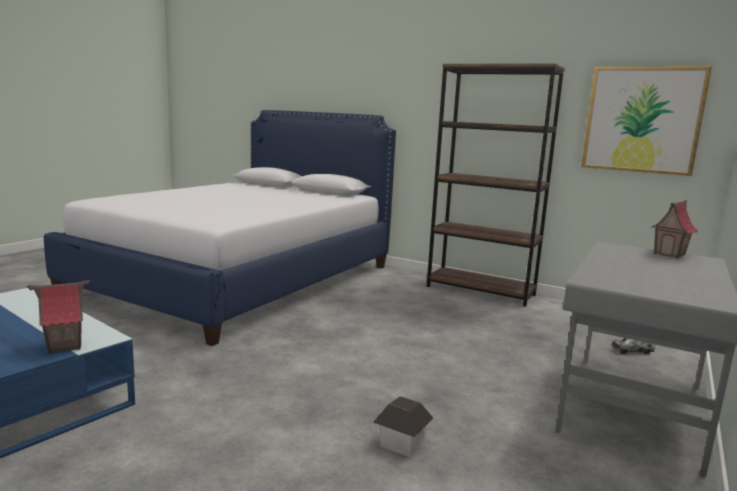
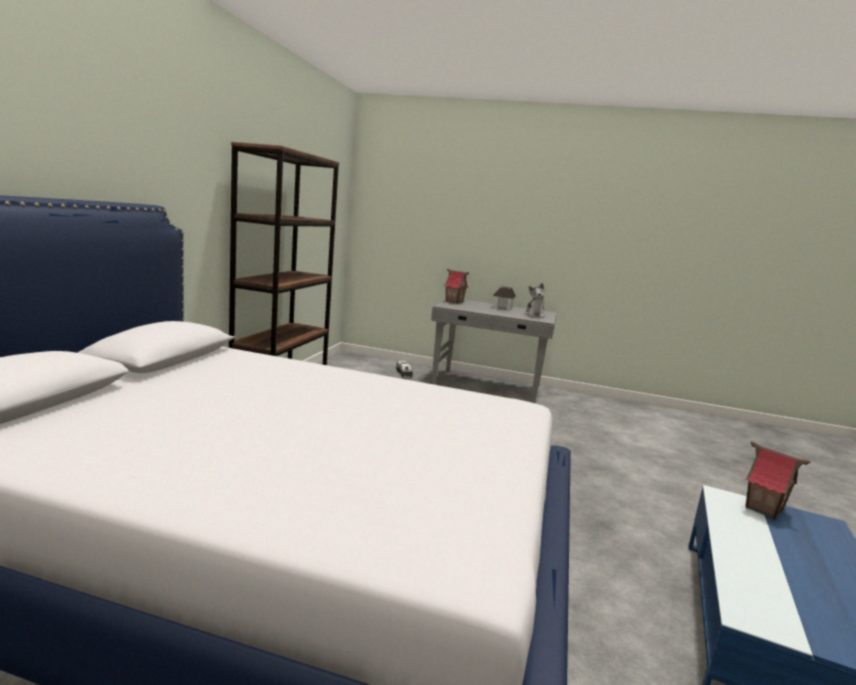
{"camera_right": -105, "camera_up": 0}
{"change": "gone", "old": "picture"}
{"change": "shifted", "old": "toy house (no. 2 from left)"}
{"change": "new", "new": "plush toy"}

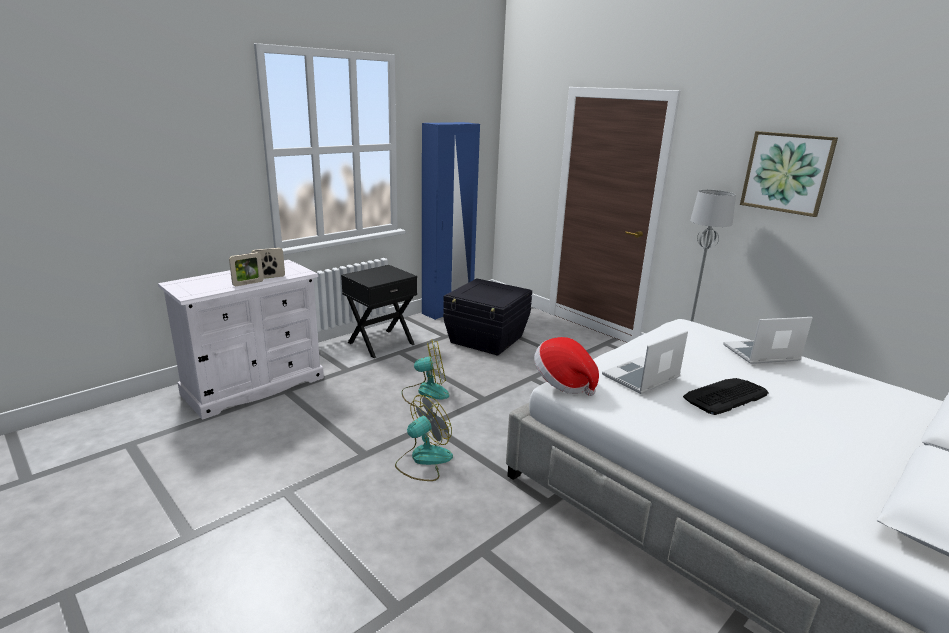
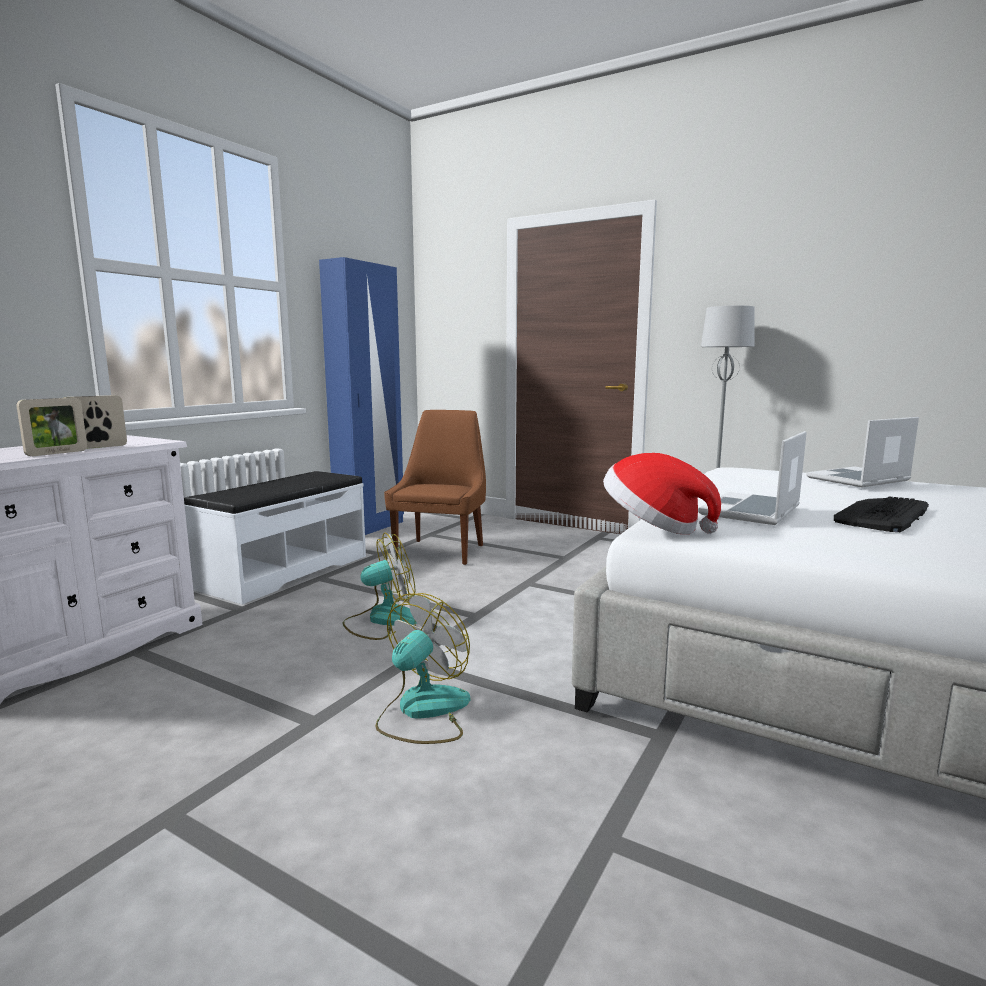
{"camera_right": -15, "camera_up": -10}
{"change": "gone", "old": "picture"}
{"change": "swapped", "old": "nightstand/black", "new": "bench/white"}
{"change": "swapped", "old": "storage box/black", "new": "chair/brown"}

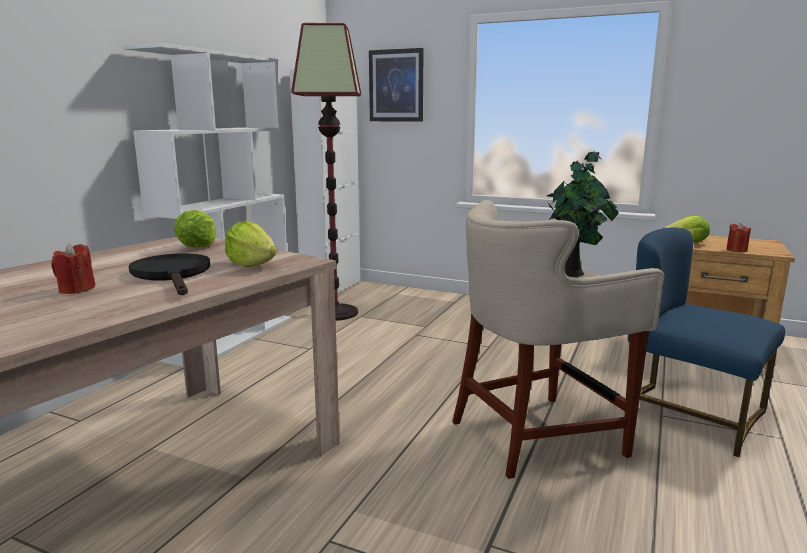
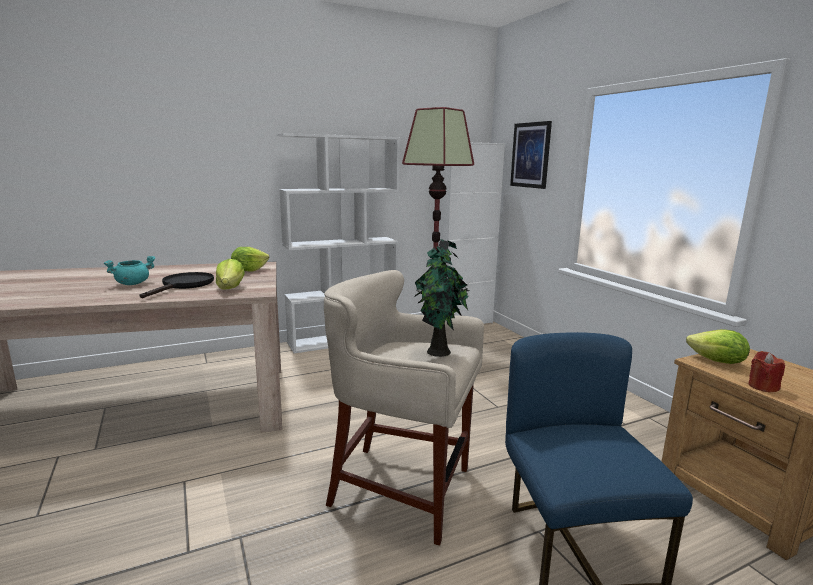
{"camera_right": 40, "camera_up": 0}
{"change": "swapped", "old": "candle/red (no. 1 from left)", "new": "cooking pot/turquoise"}

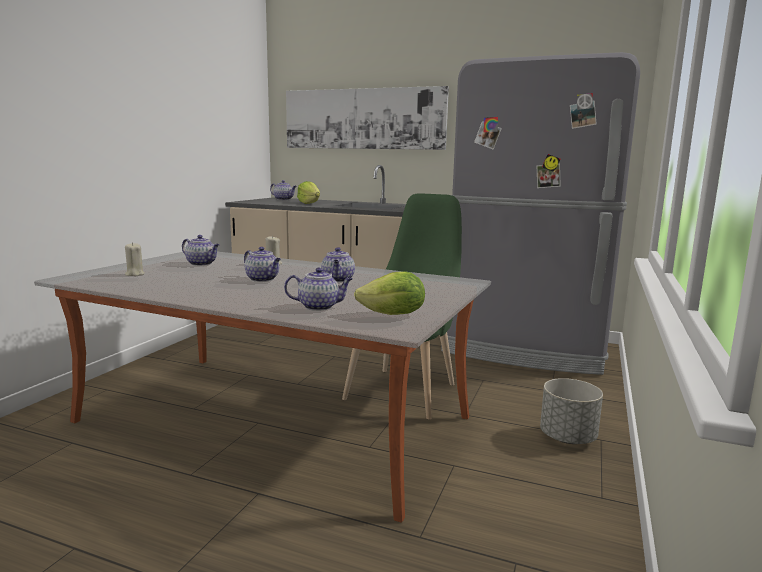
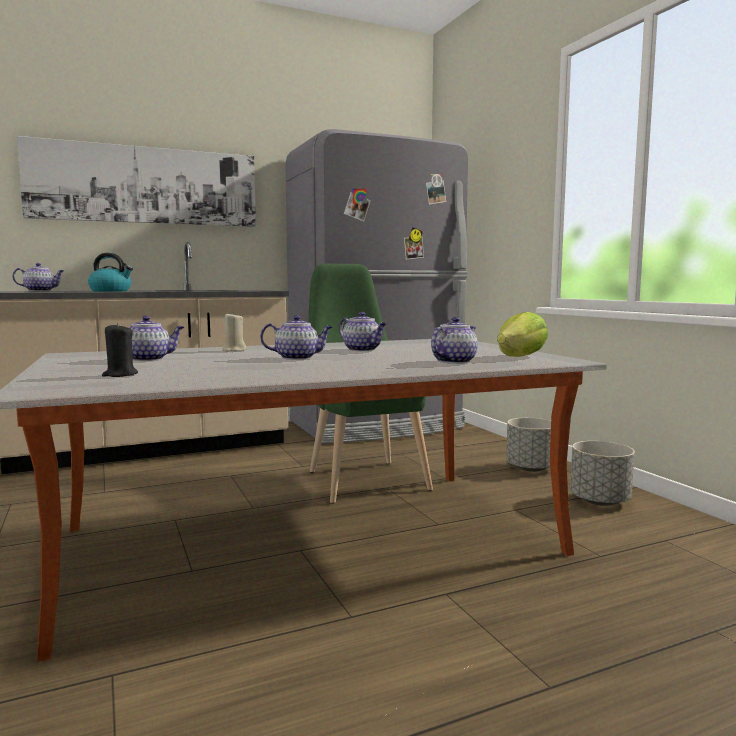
{"camera_right": -45, "camera_up": -5}
{"change": "swapped", "old": "lettuce (no. 1 from left)", "new": "kettle"}
{"change": "repainted", "old": "candle/beige (no. 1 from left)", "new": "candle/black"}
{"change": "new", "new": "planter/grey (no. 2 from left)"}

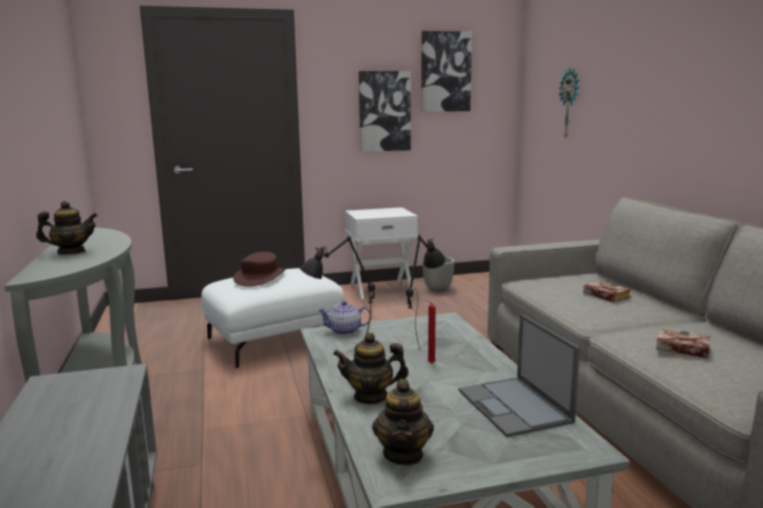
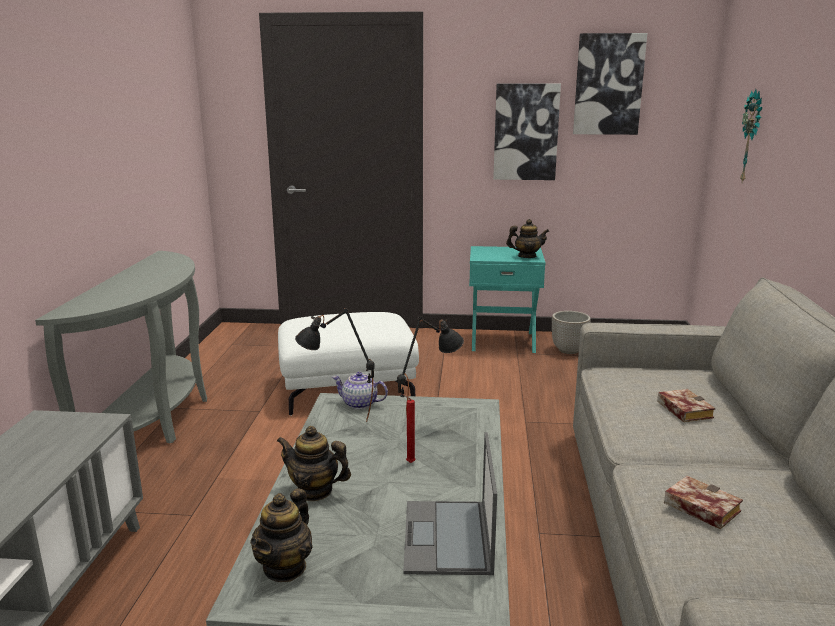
{"camera_right": 20, "camera_up": 5}
{"change": "shifted", "old": "teapot (no. 1 from left in the first image)", "new": "teapot (no. 4 from left)"}
{"change": "repainted", "old": "nightstand/white", "new": "nightstand/turquoise"}
{"change": "gone", "old": "hat/brown"}

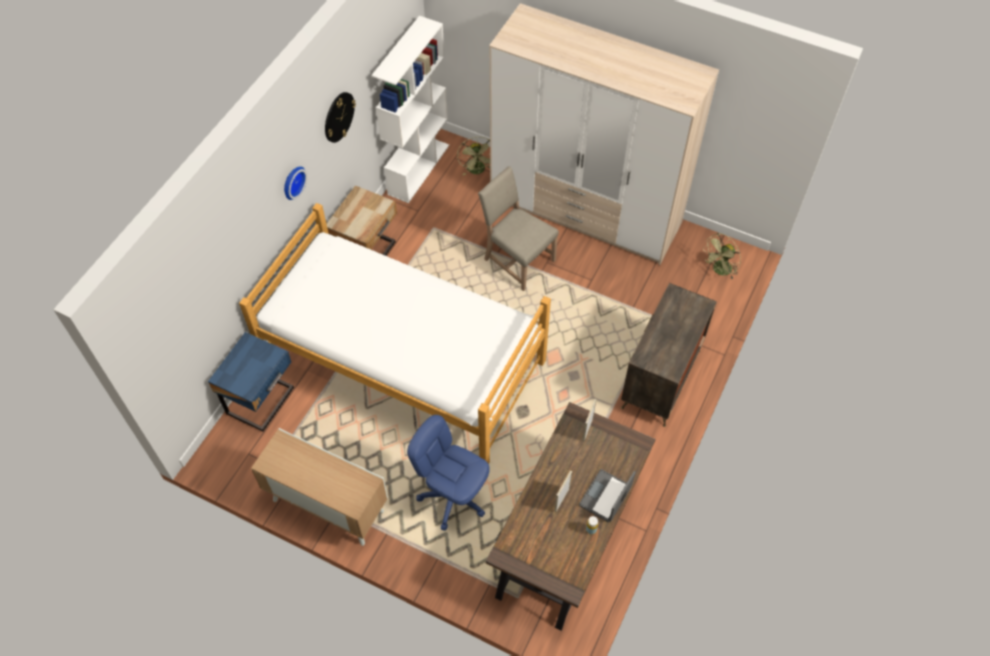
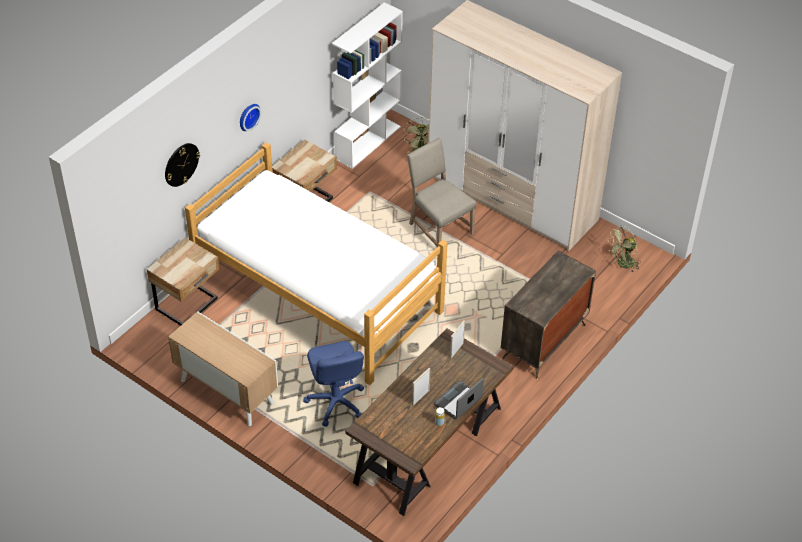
{"camera_right": 10, "camera_up": -10}
{"change": "shifted", "old": "wall clock (no. 2 from left in the first image)", "new": "wall clock (no. 1 from left)"}
{"change": "repainted", "old": "nightstand/blue", "new": "nightstand/beige (no. 1 from left)"}
{"change": "rotated", "old": "office chair/blue", "degrees": -150}

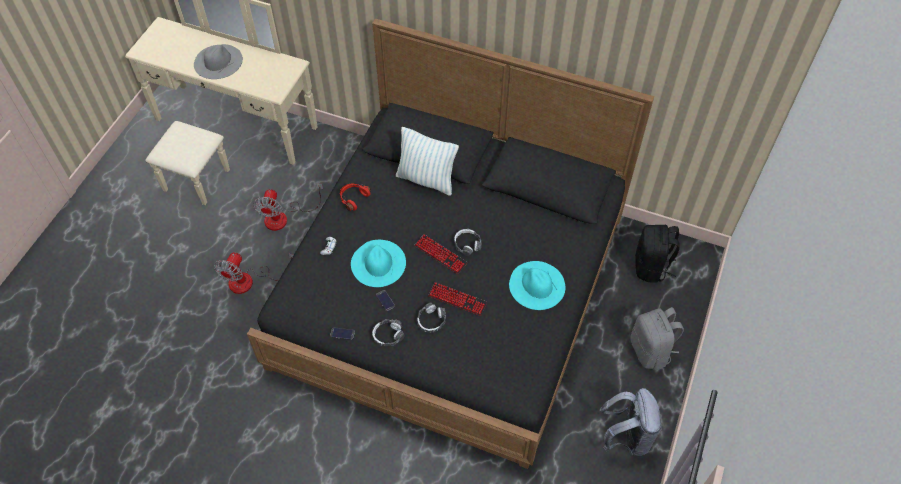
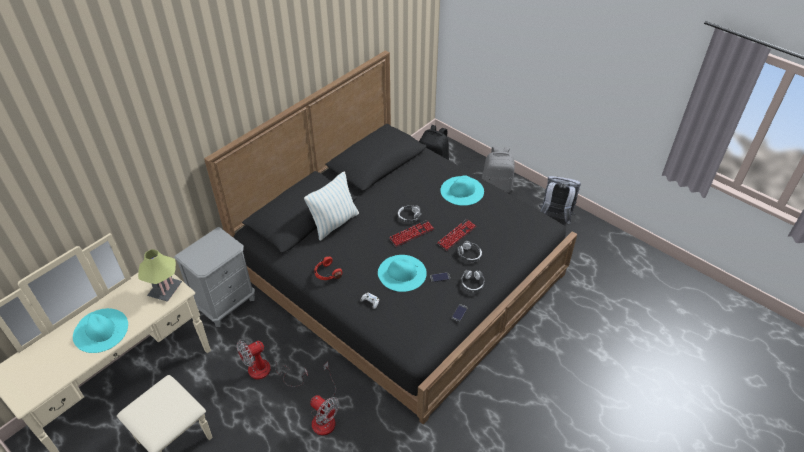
{"camera_right": -70, "camera_up": -10}
{"change": "repainted", "old": "hat/grey", "new": "hat/turquoise (no. 1 from left)"}
{"change": "rotated", "old": "fan (no. 2 from left in the first image)", "degrees": 120}
{"change": "new", "new": "nightstand/grey"}
{"change": "new", "new": "table lamp"}

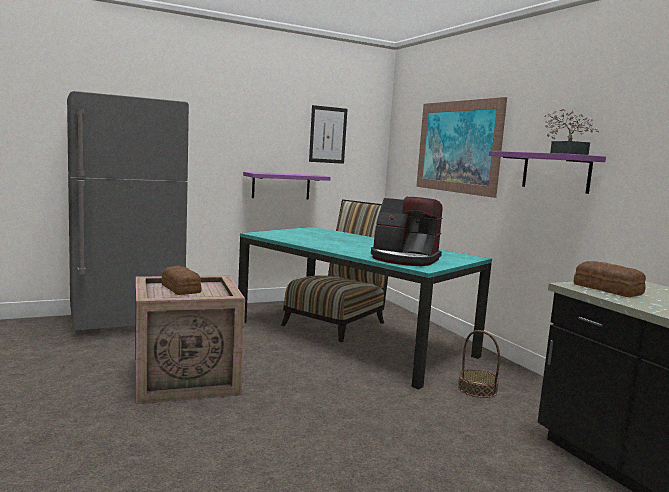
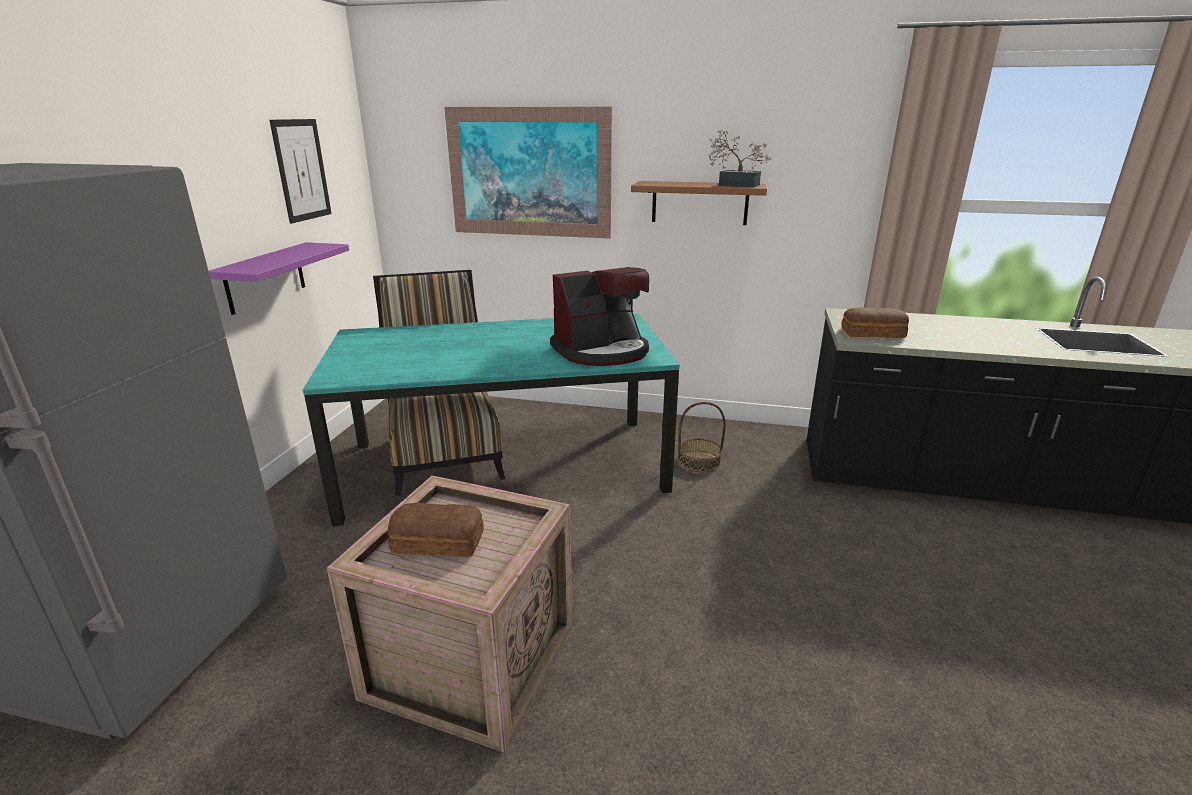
{"camera_right": -50, "camera_up": 15}
{"change": "repainted", "old": "shelf/purple (no. 2 from left)", "new": "shelf/brown"}

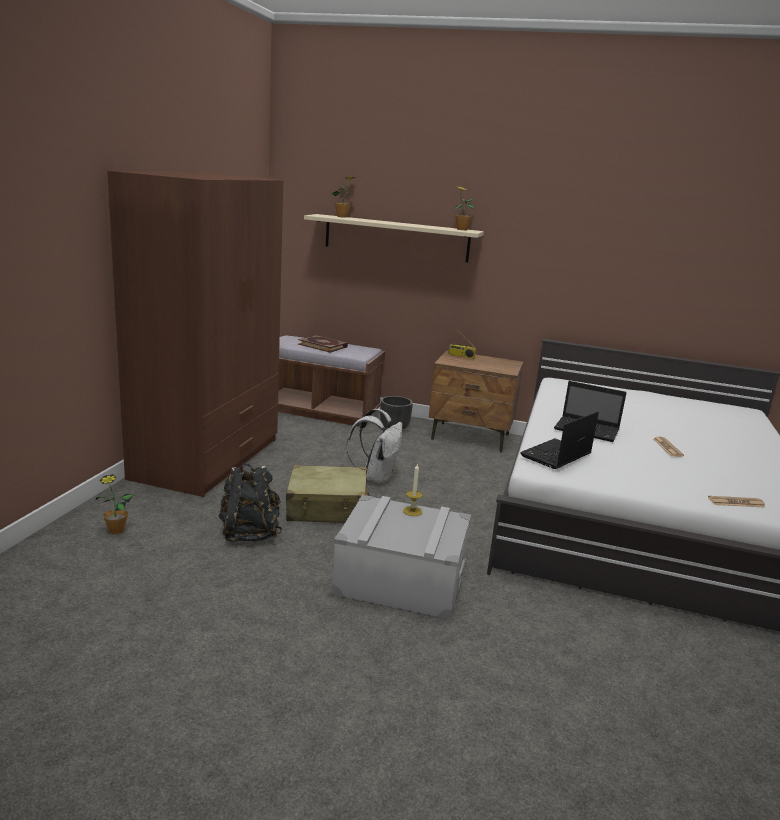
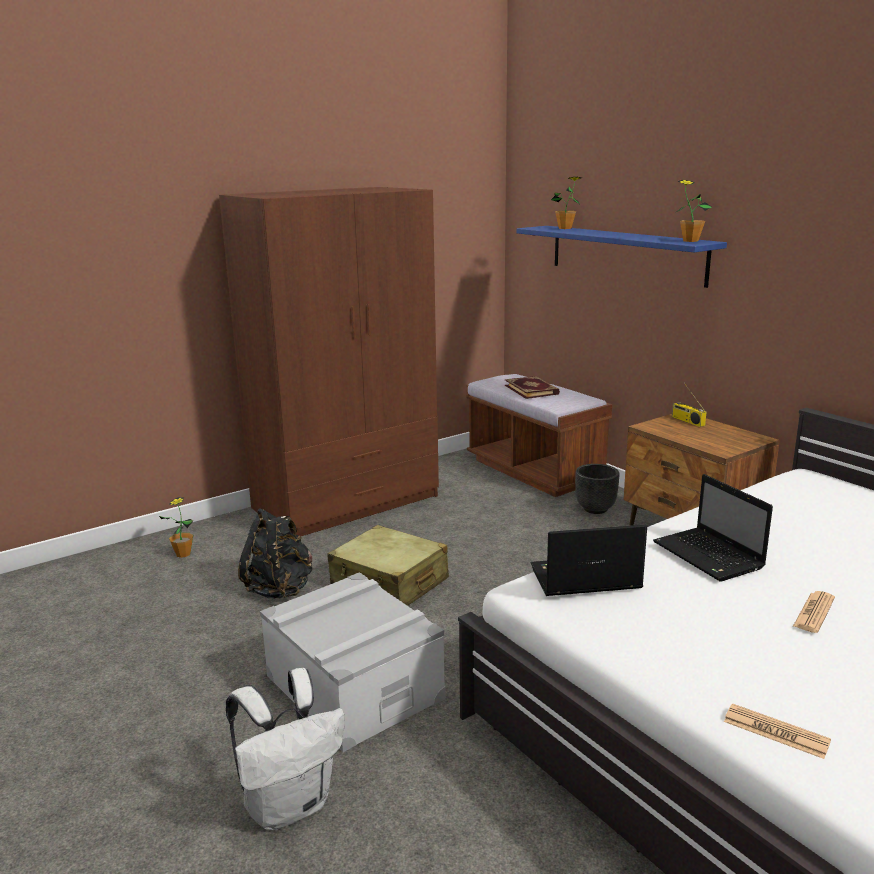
{"camera_right": 40, "camera_up": 0}
{"change": "repainted", "old": "shelf/beige", "new": "shelf/blue"}
{"change": "shifted", "old": "backpack/white"}
{"change": "gone", "old": "candle"}

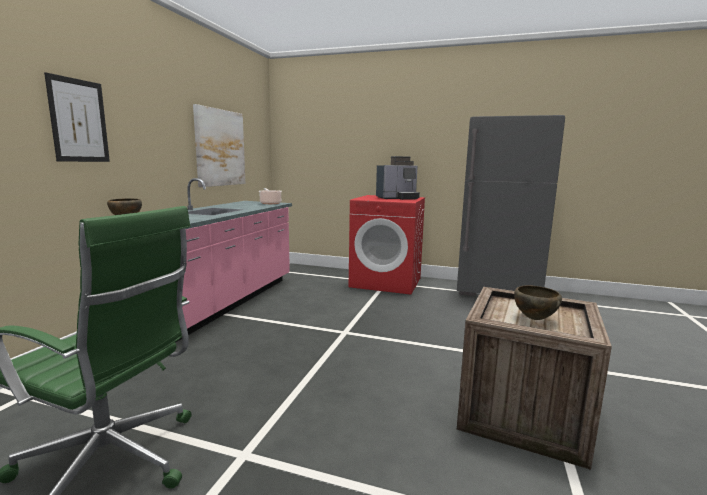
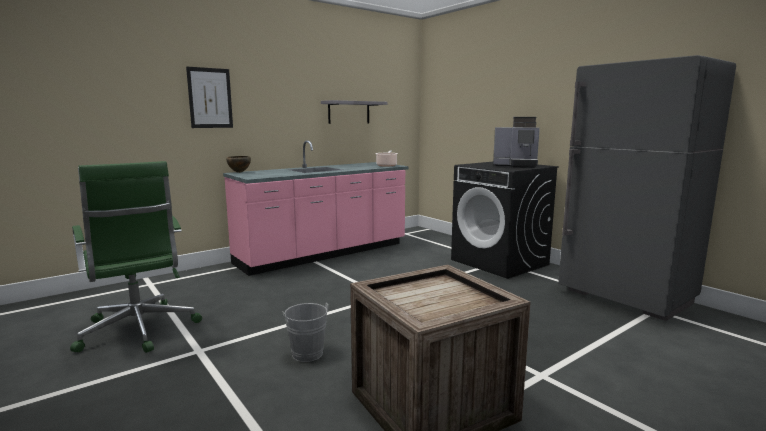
{"camera_right": 35, "camera_up": 0}
{"change": "swapped", "old": "picture (no. 2 from left)", "new": "shelf/grey"}
{"change": "repainted", "old": "washing machine/red", "new": "washing machine/black"}
{"change": "gone", "old": "bowl/brown (no. 2 from left)"}
{"change": "new", "new": "bucket/grey"}

